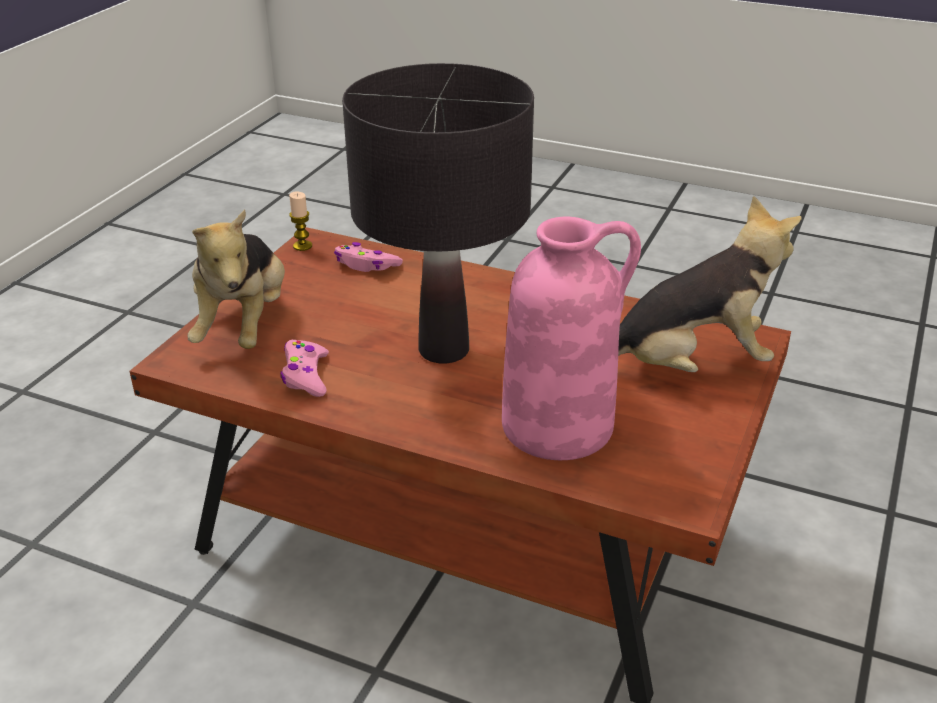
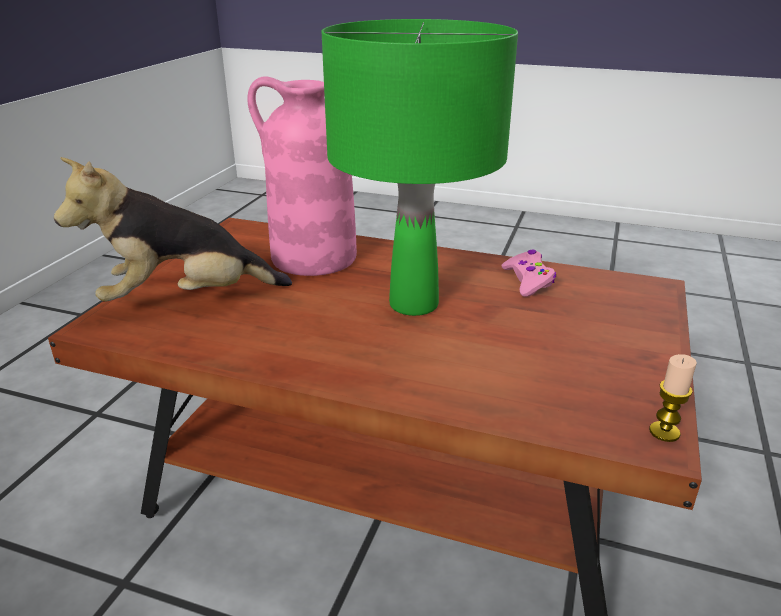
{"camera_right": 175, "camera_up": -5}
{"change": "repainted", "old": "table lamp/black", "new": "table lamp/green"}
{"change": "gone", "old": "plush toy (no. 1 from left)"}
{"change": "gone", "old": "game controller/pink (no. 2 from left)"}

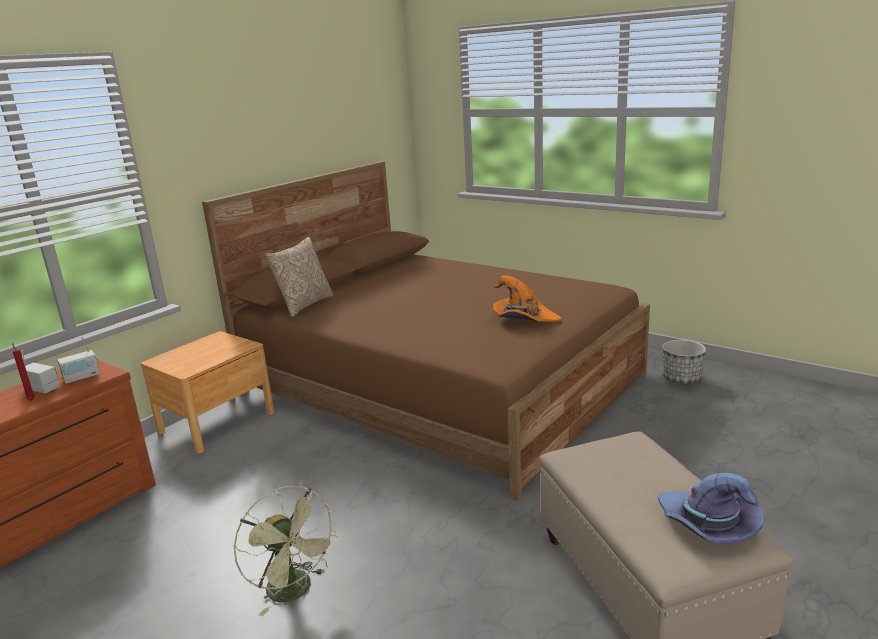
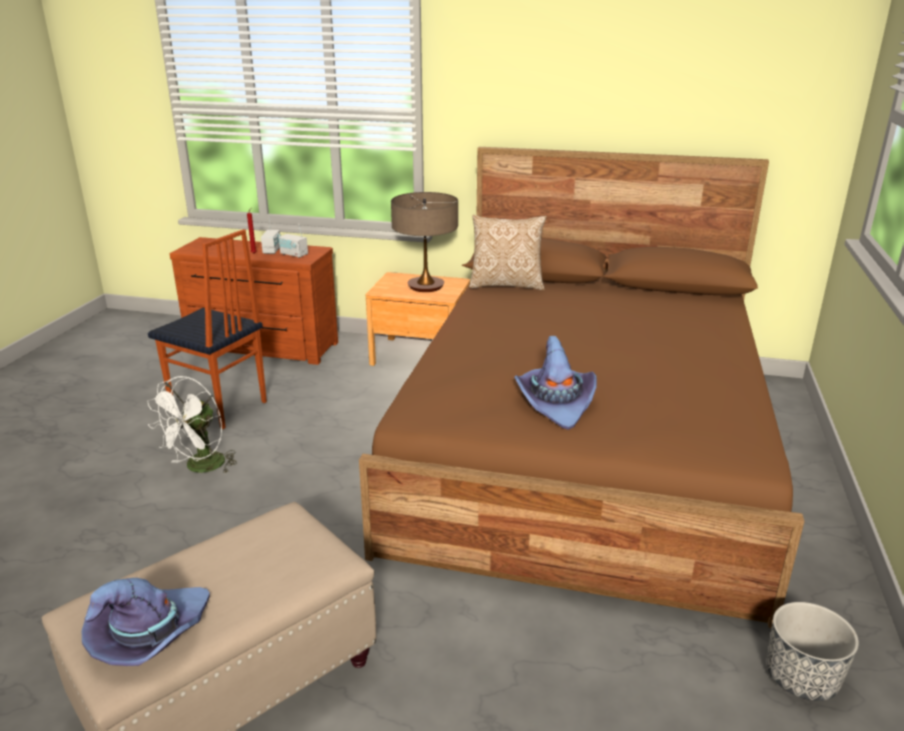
{"camera_right": 65, "camera_up": 5}
{"change": "repainted", "old": "hat/orange", "new": "hat/purple (no. 2 from left)"}
{"change": "repainted", "old": "fan/green", "new": "fan/white"}
{"change": "new", "new": "table lamp"}
{"change": "new", "new": "chair"}

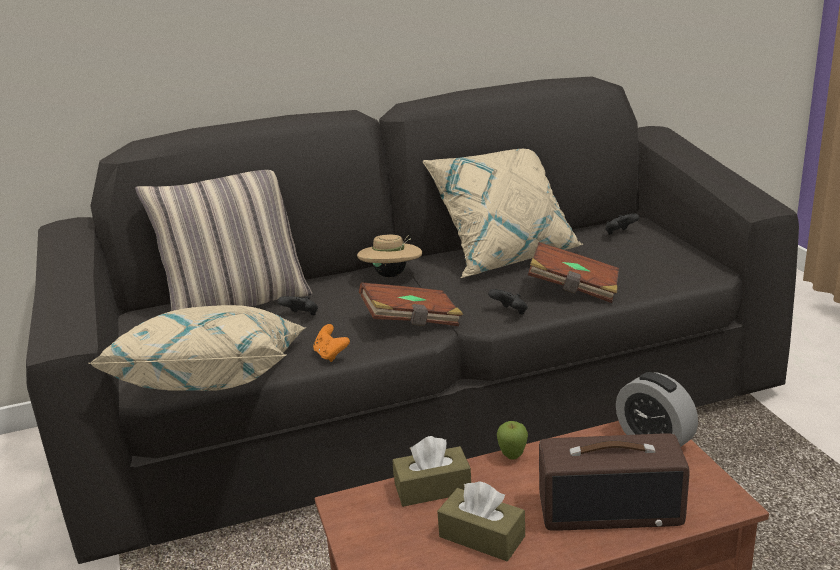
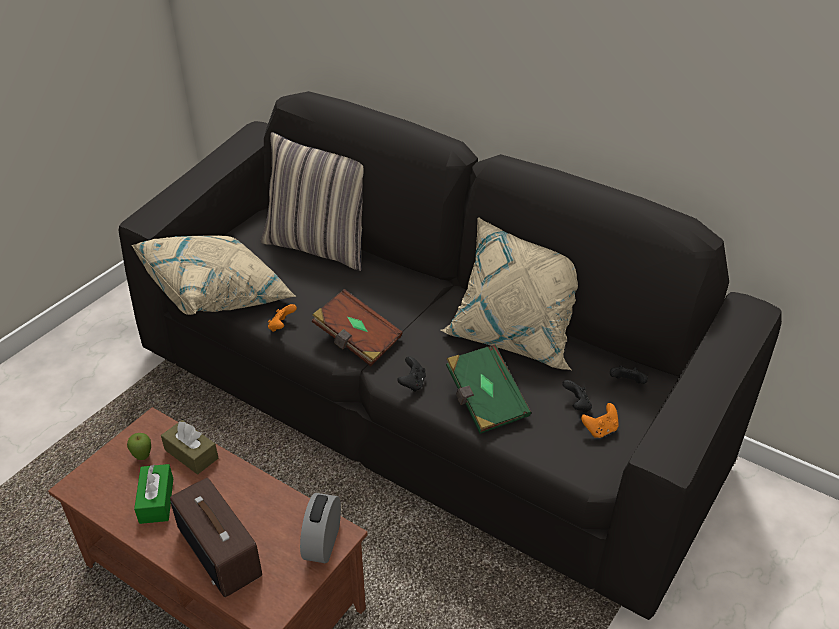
{"camera_right": 50, "camera_up": 15}
{"change": "gone", "old": "hat/beige"}
{"change": "repainted", "old": "book/brown (no. 2 from left)", "new": "book/green"}
{"change": "shifted", "old": "game controller/black (no. 1 from left in the first image)", "new": "game controller/black (no. 2 from left)"}
{"change": "shifted", "old": "apple"}
{"change": "repainted", "old": "tissue box/brown (no. 2 from left)", "new": "tissue box/green"}
{"change": "new", "new": "game controller/orange (no. 2 from left)"}

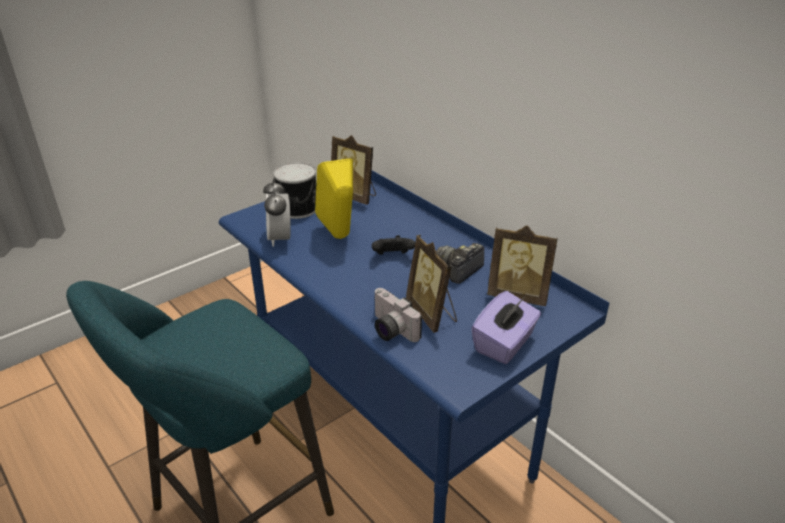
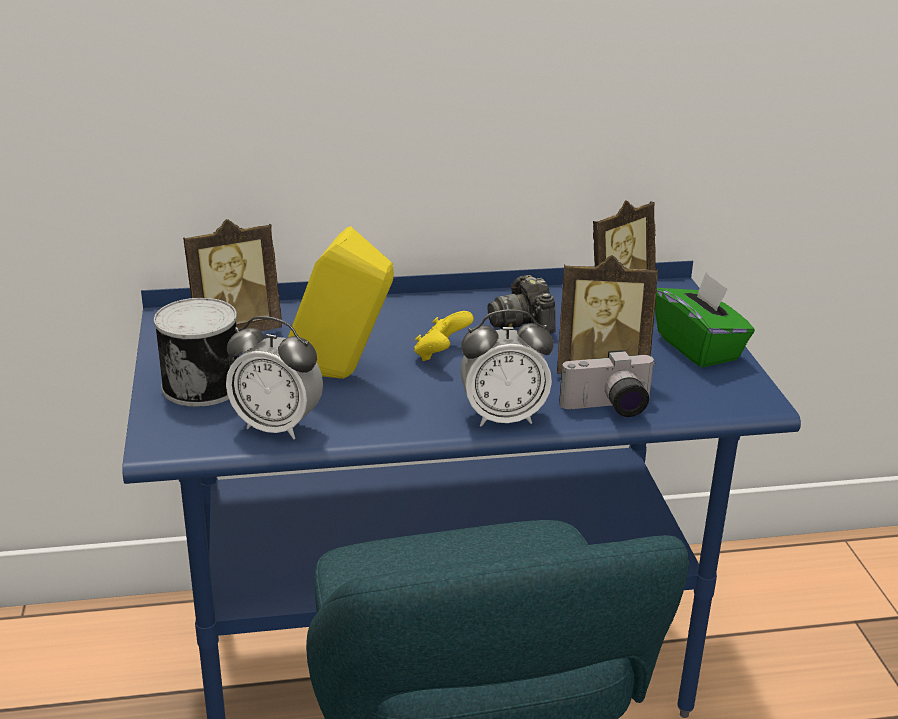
{"camera_right": -60, "camera_up": -5}
{"change": "repainted", "old": "game controller/black", "new": "game controller/yellow"}
{"change": "repainted", "old": "tissue box/purple", "new": "tissue box/green"}
{"change": "new", "new": "alarm clock (no. 2 from left)"}

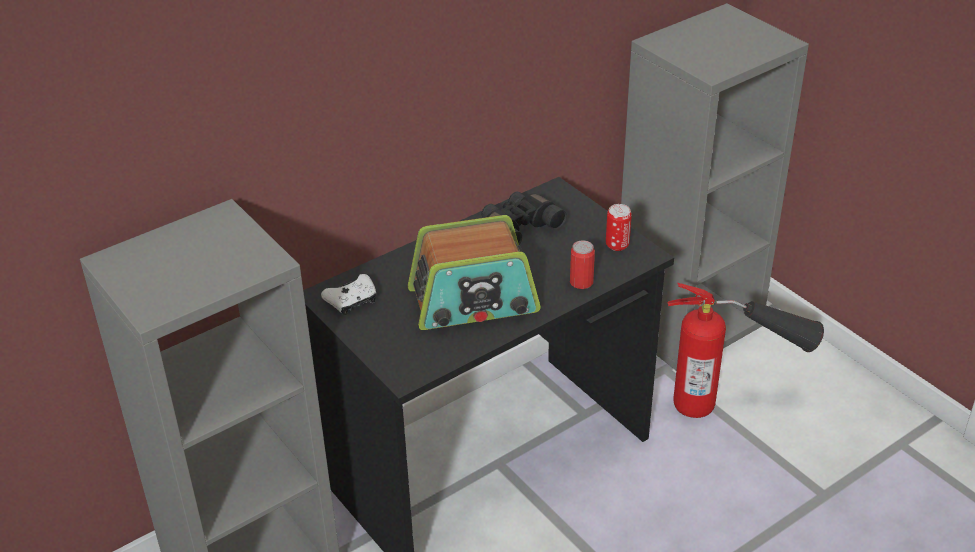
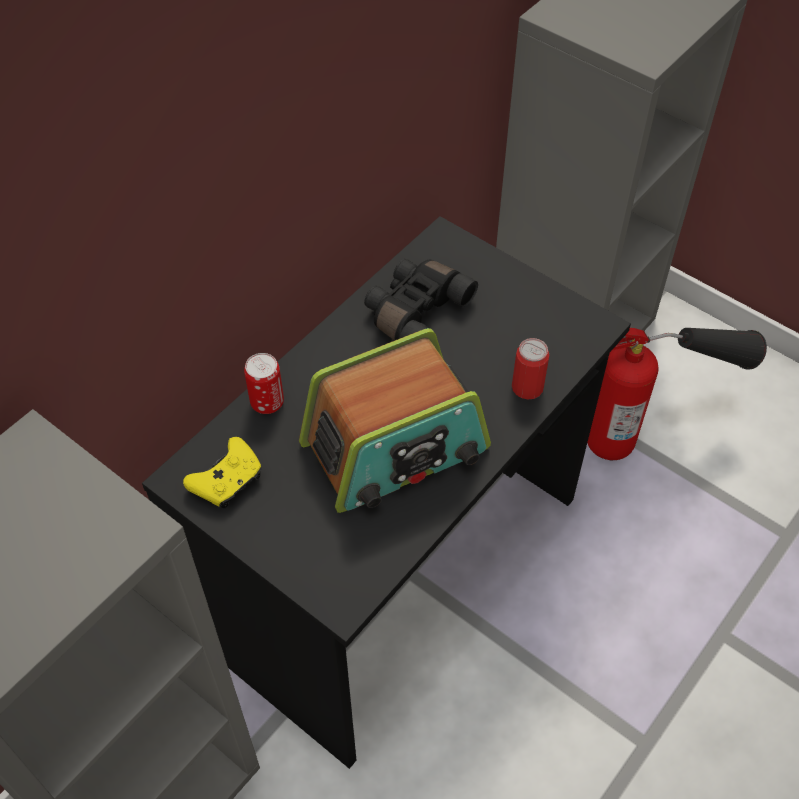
{"camera_right": -15, "camera_up": 15}
{"change": "shifted", "old": "can (no. 2 from left in the first image)", "new": "can (no. 1 from left)"}
{"change": "repainted", "old": "game controller/white", "new": "game controller/yellow"}

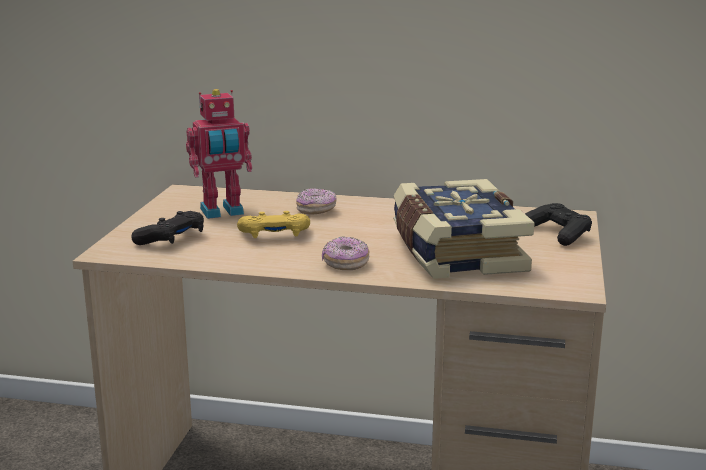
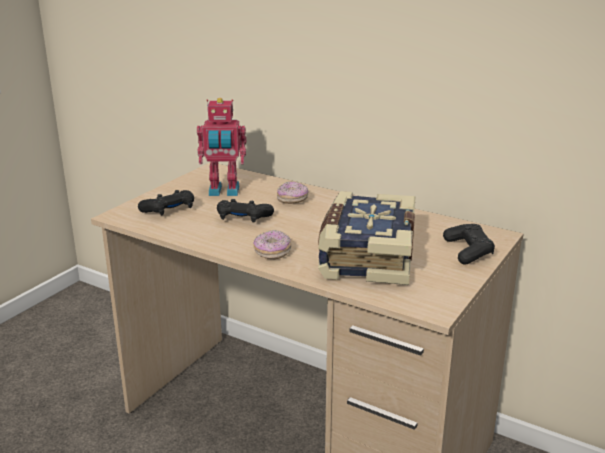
{"camera_right": 20, "camera_up": 5}
{"change": "repainted", "old": "game controller/yellow", "new": "game controller/black (no. 2 from left)"}

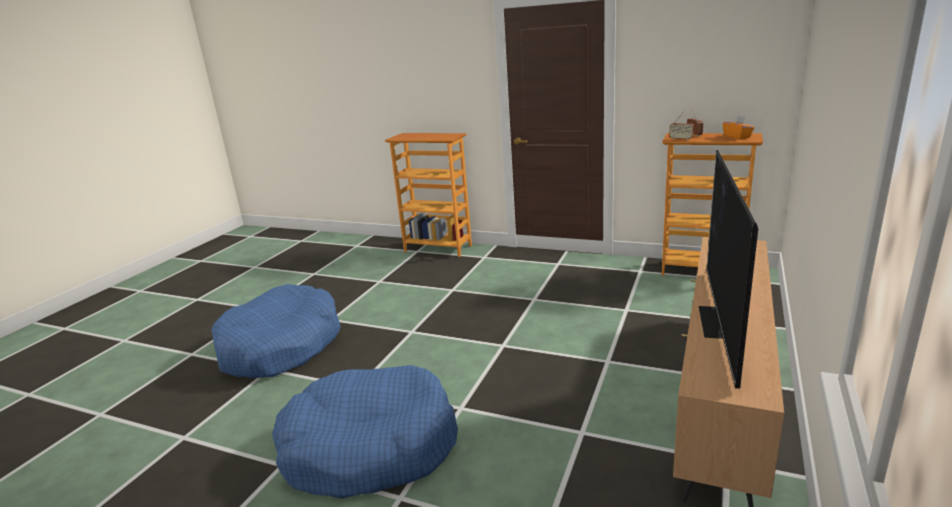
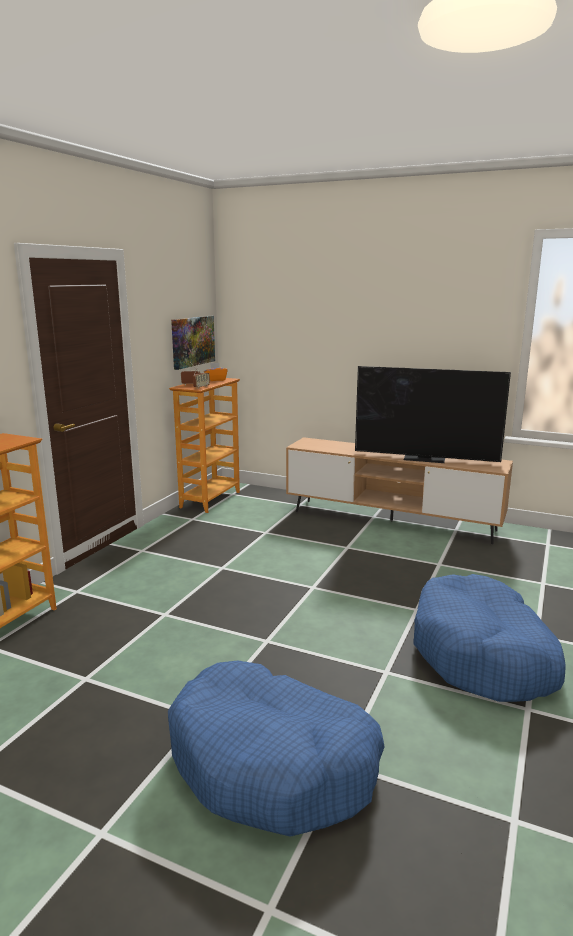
{"camera_right": -90, "camera_up": -5}
{"change": "new", "new": "picture"}

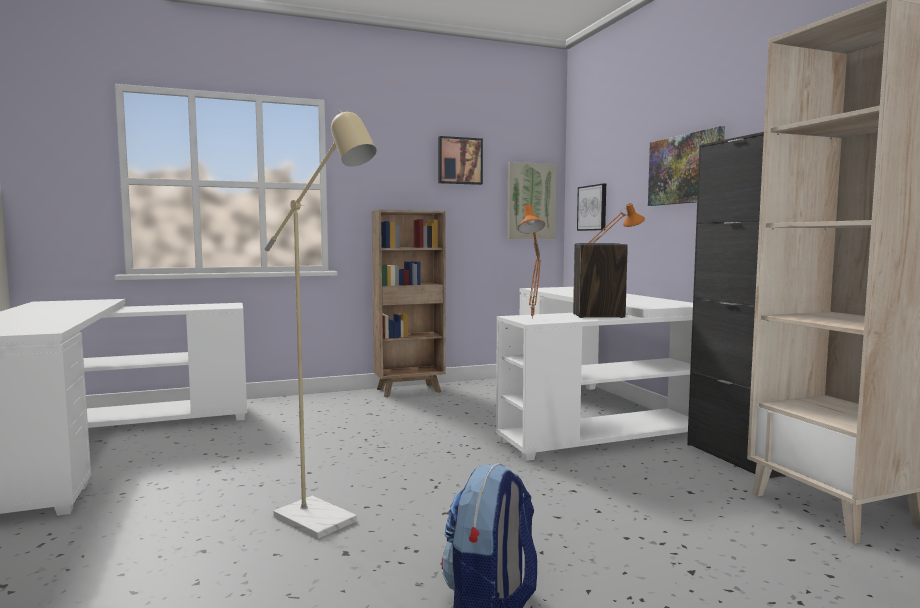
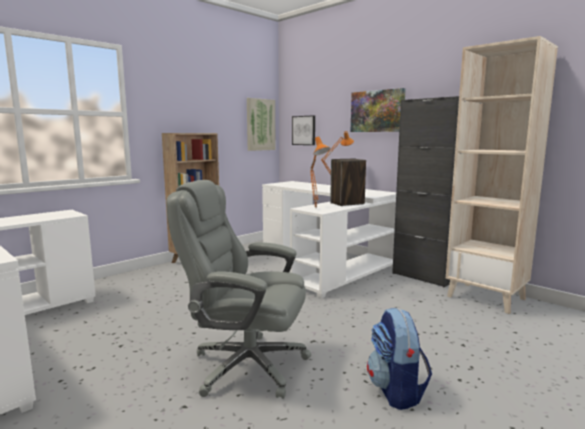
{"camera_right": -25, "camera_up": 5}
{"change": "swapped", "old": "floor lamp/beige", "new": "office chair/grey"}
{"change": "gone", "old": "picture (no. 1 from left)"}

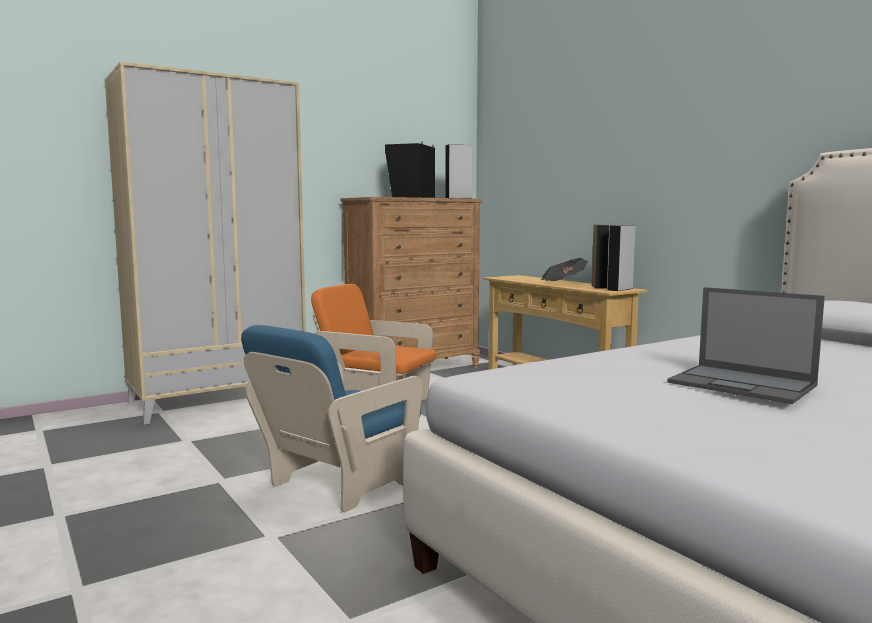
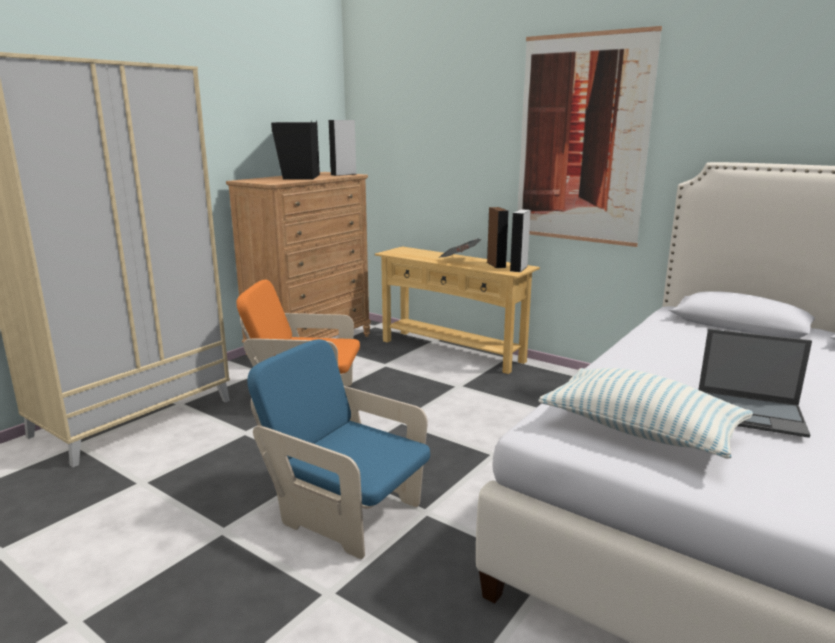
{"camera_right": -20, "camera_up": 10}
{"change": "rotated", "old": "armchair/blue", "degrees": 105}
{"change": "new", "new": "picture"}
{"change": "new", "new": "pillow"}

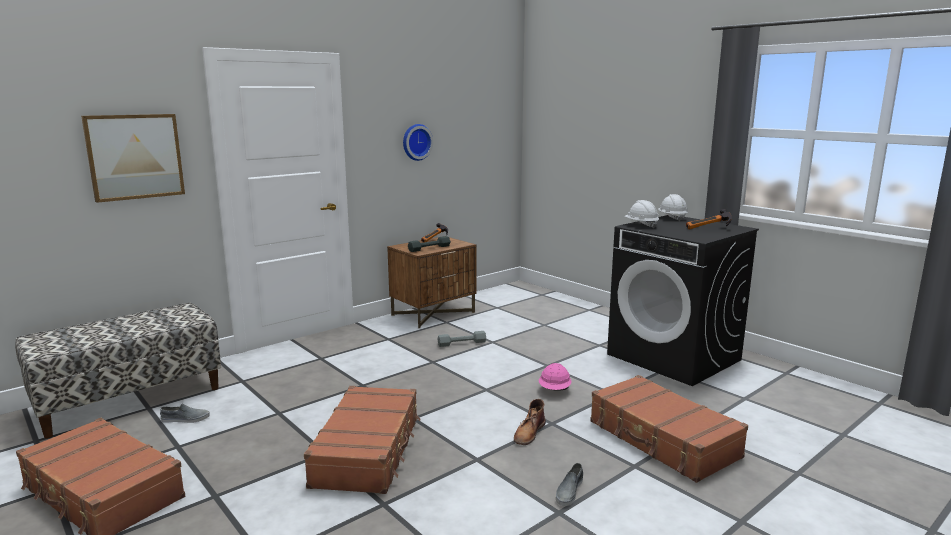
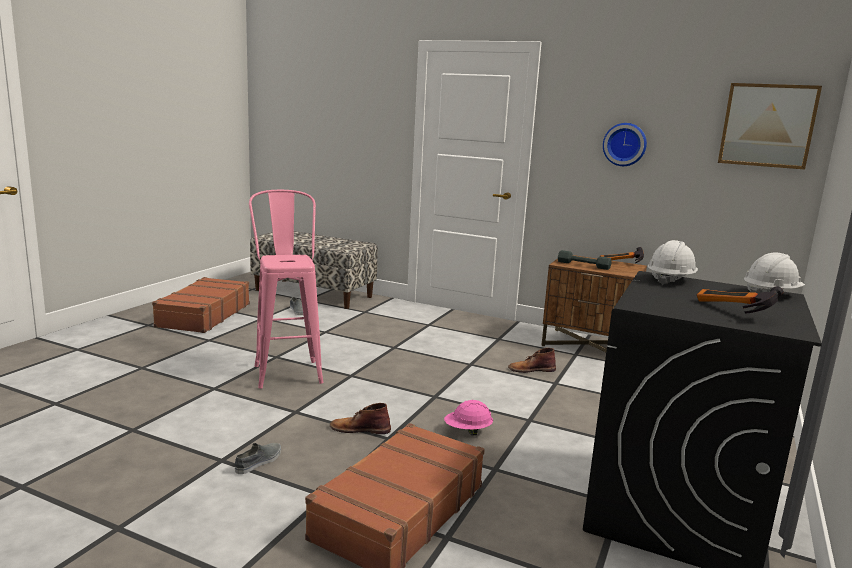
{"camera_right": 65, "camera_up": 0}
{"change": "shifted", "old": "picture"}
{"change": "swapped", "old": "dumbbell/grey (no. 2 from left)", "new": "boot/brown (no. 2 from left)"}
{"change": "swapped", "old": "suitcase/brown (no. 2 from left)", "new": "stool/pink"}
{"change": "rotated", "old": "shoe/grey (no. 2 from left in the first image)", "degrees": 120}

